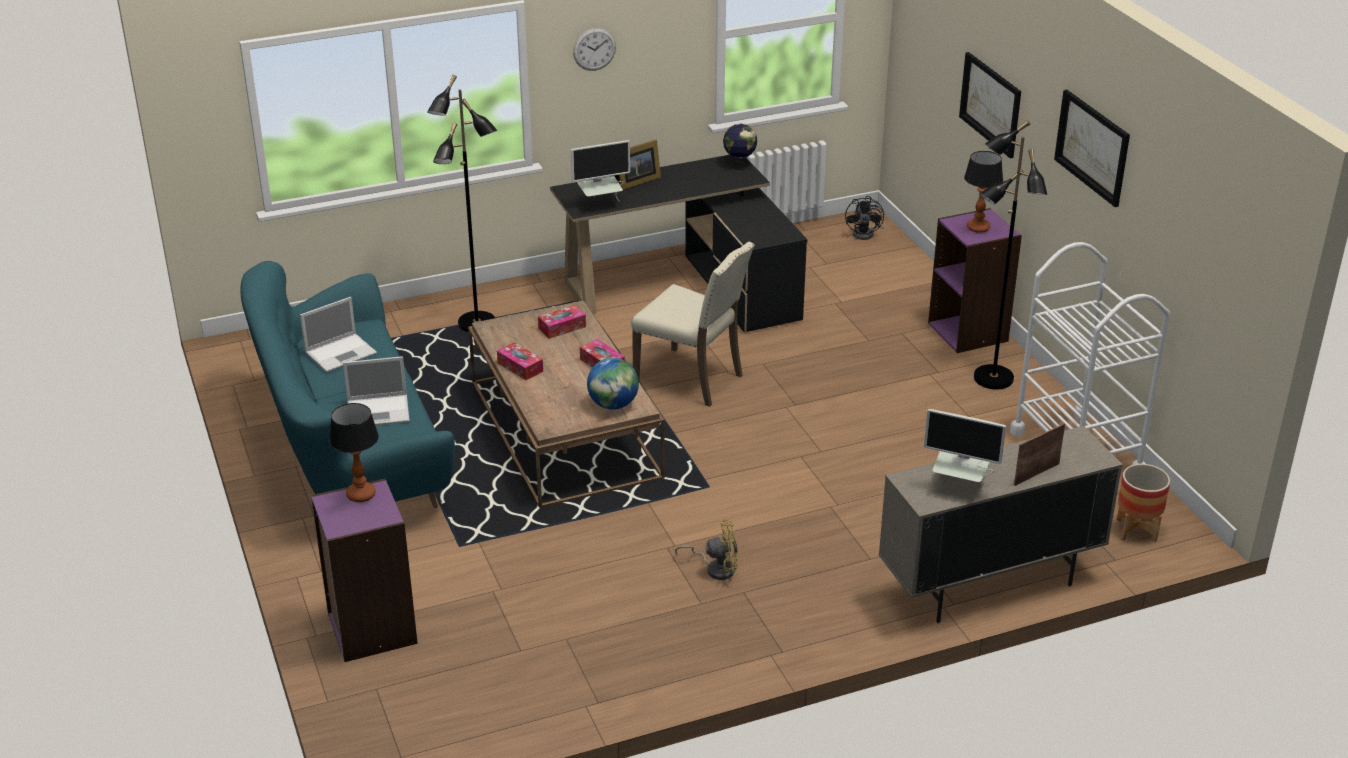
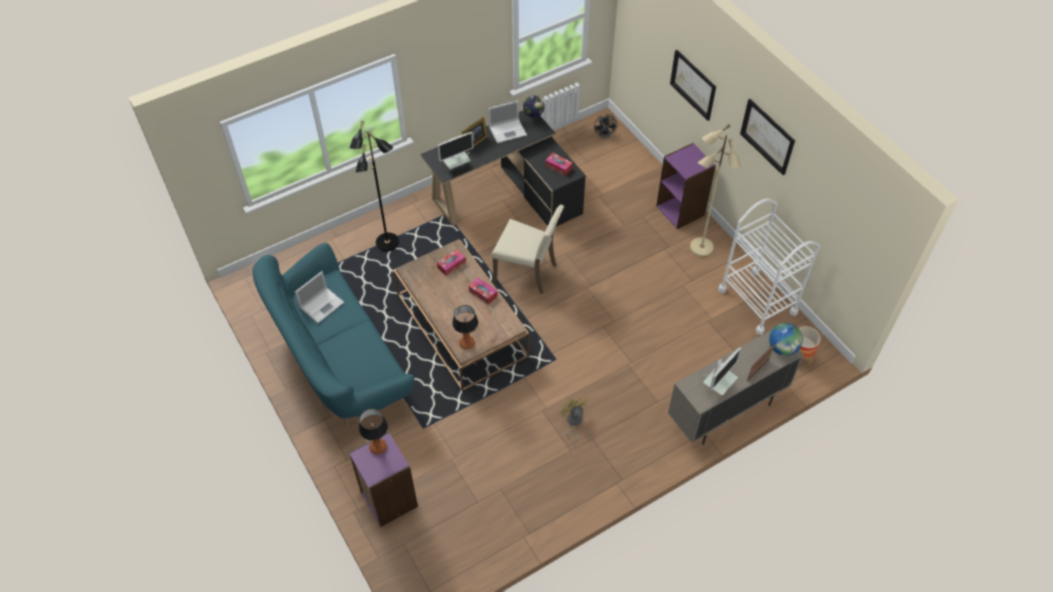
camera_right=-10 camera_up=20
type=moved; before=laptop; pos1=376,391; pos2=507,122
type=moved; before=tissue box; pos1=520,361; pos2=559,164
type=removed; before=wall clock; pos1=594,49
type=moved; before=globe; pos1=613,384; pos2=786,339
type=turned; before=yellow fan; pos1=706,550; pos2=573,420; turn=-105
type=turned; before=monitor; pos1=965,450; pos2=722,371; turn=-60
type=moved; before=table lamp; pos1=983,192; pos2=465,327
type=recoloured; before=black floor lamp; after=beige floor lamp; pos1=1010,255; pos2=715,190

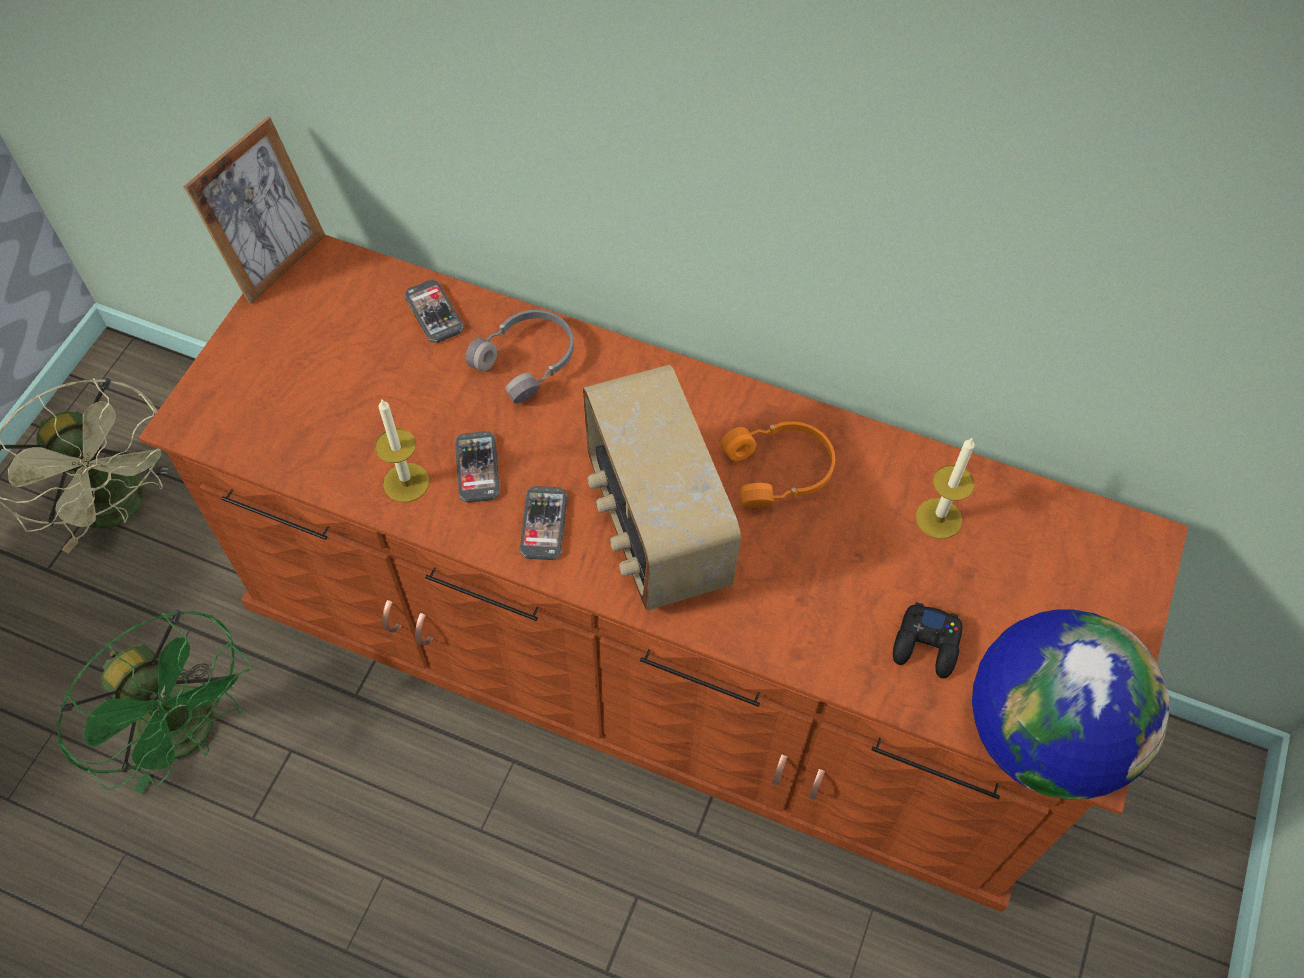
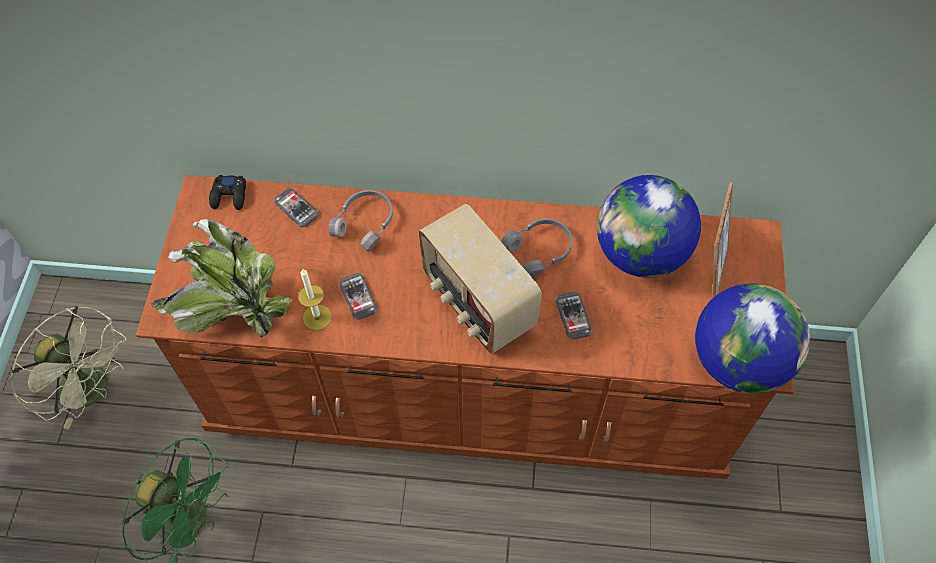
camera_right=-15 camera_up=0
type=moved; before=picture frame; pos1=254,210; pos2=723,240
type=moved; before=phone; pos1=543,523; pos2=573,316
type=recoloured; before=orange headphones; after=grey headphones; pos1=778,464; pos2=537,247
type=moved; before=black game controller; pos1=927,640; pos2=227,192
type=replaced; before=candle; after=globe; pos1=945,488; pos2=649,226
type=added; after=potted plant; pos2=221,278

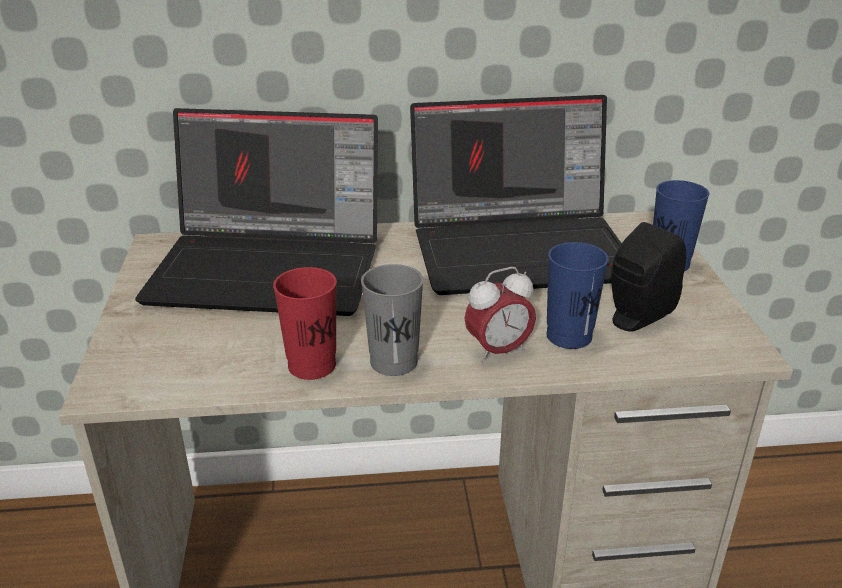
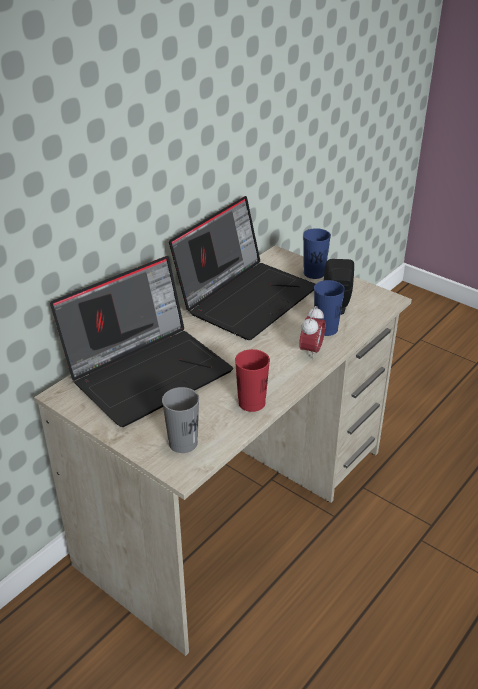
camera_right=-45 camera_up=5
type=moved; before=grey cup; pos1=392,320; pos2=180,420

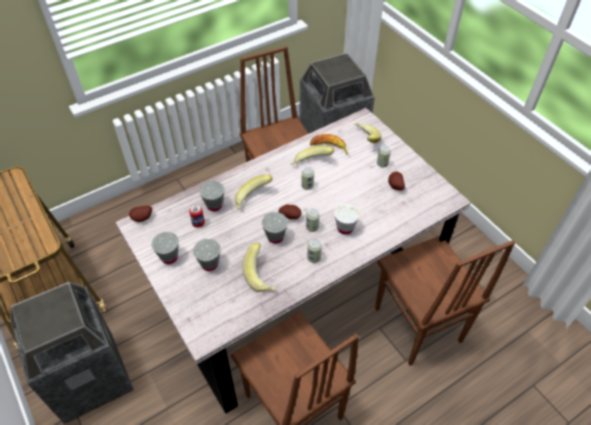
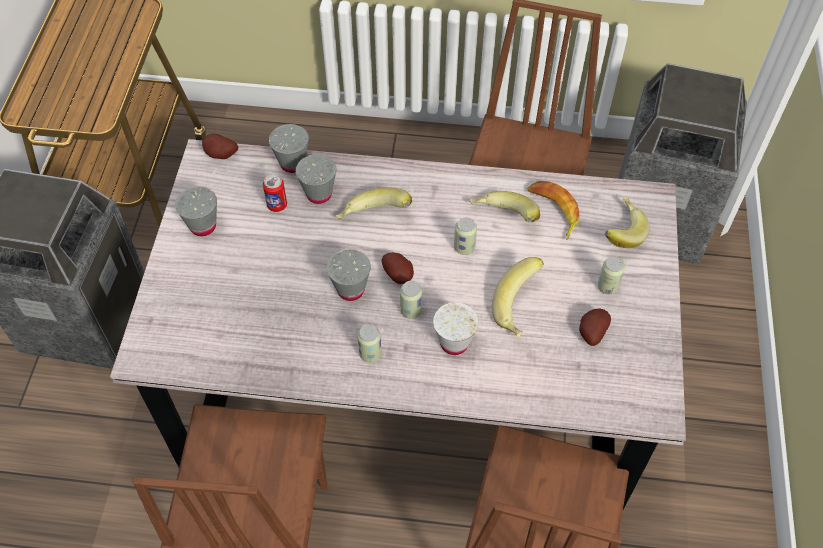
camera_right=40 camera_up=5
type=moved; before=grey cup; pos1=206,255; pos2=289,148
type=moved; before=banana; pos1=259,267; pos2=518,297

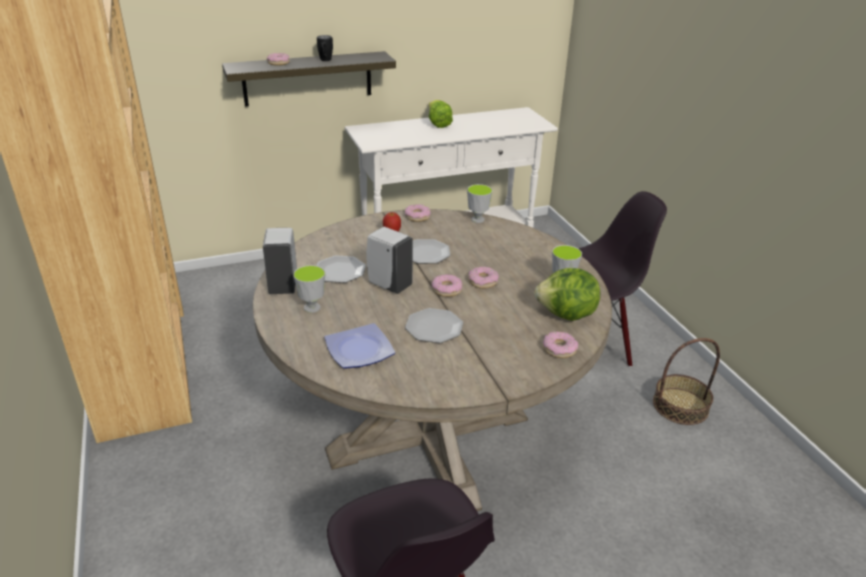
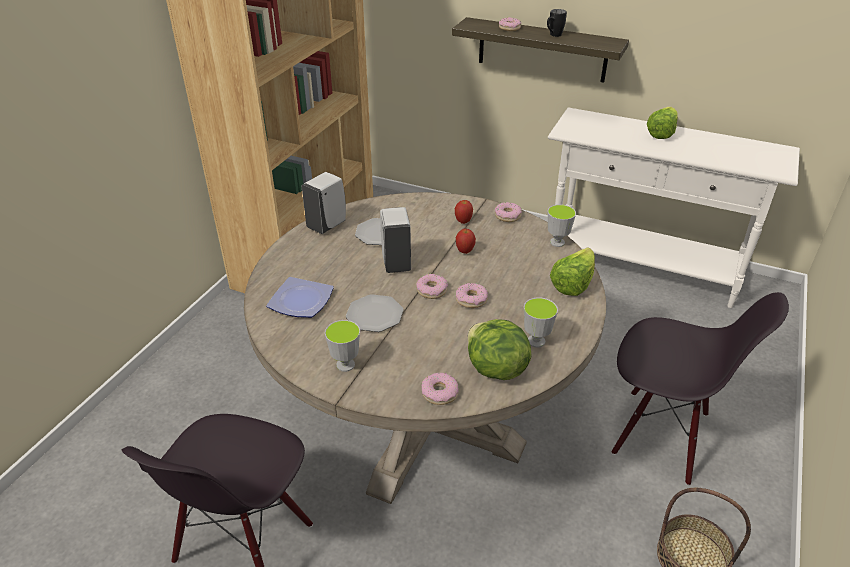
camera_right=45 camera_up=5
type=moved; before=cup; pos1=309,289; pos2=342,346
type=replaced; before=plate; after=apple; pos1=431,251; pos2=466,241
type=added; after=lettuce; pos2=572,272

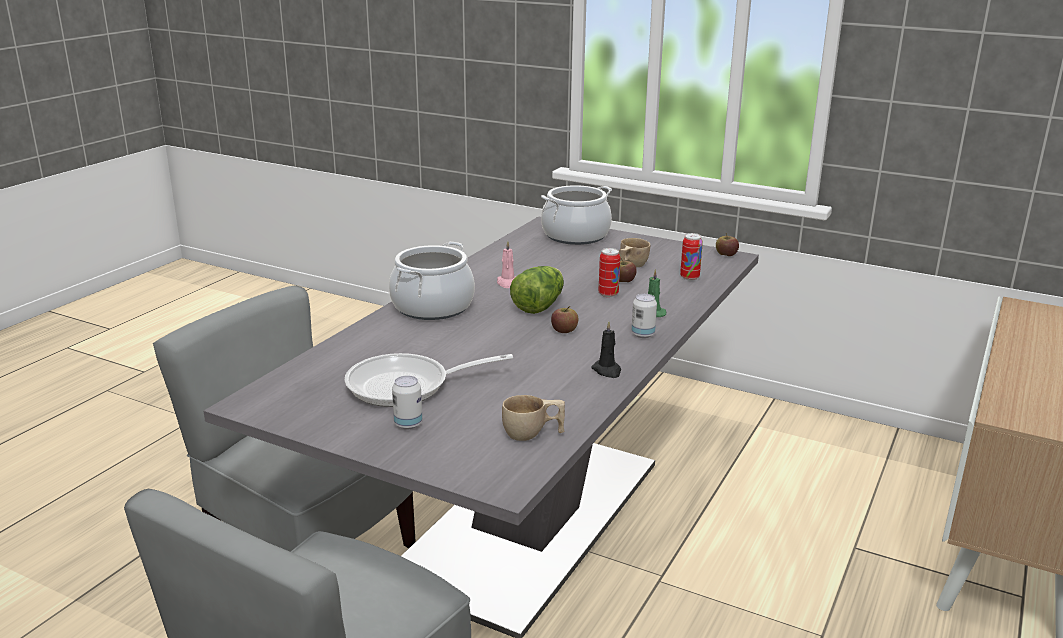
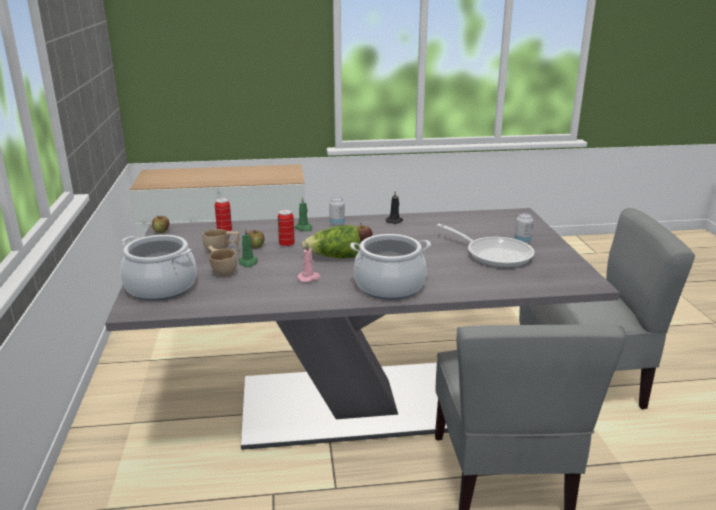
camera_right=-125 camera_up=0
type=moved; before=beige cup; pos1=533,418; pos2=222,262
type=added; after=green candle; pos2=248,247

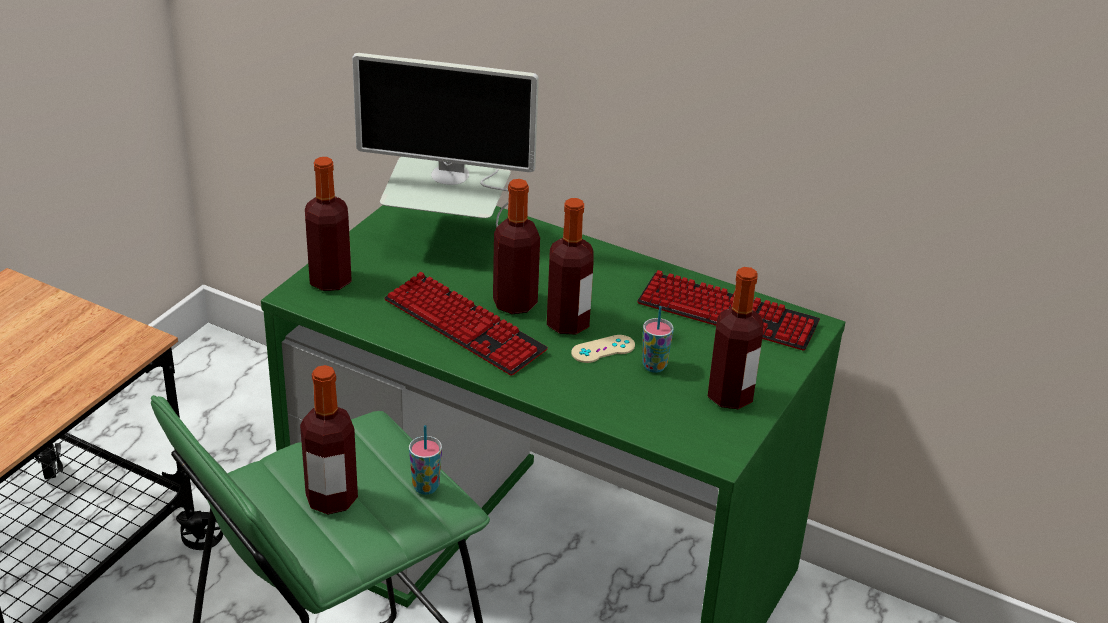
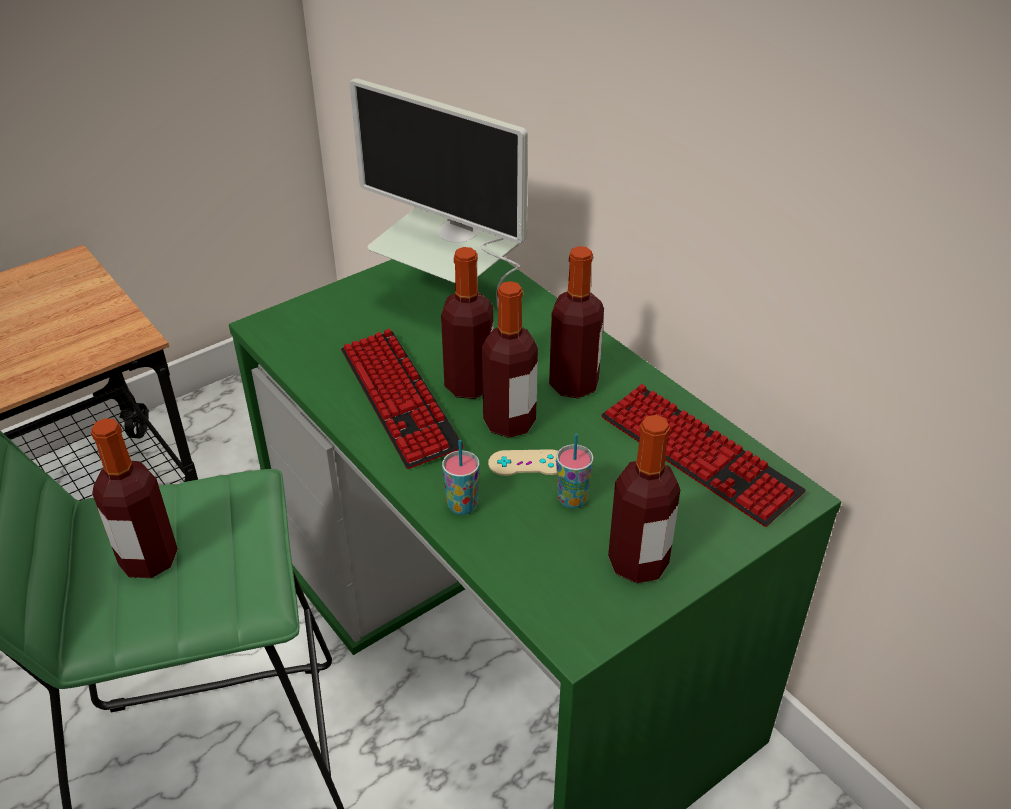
camera_right=25 camera_up=5
type=moved; before=bottle; pos1=328,224; pos2=576,322
type=moved; before=cup; pos1=425,460; pos2=460,477

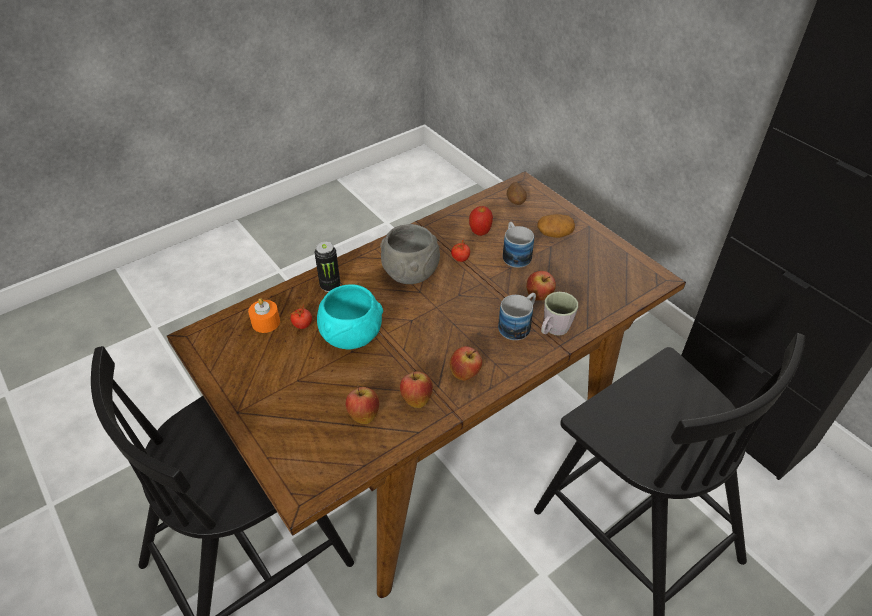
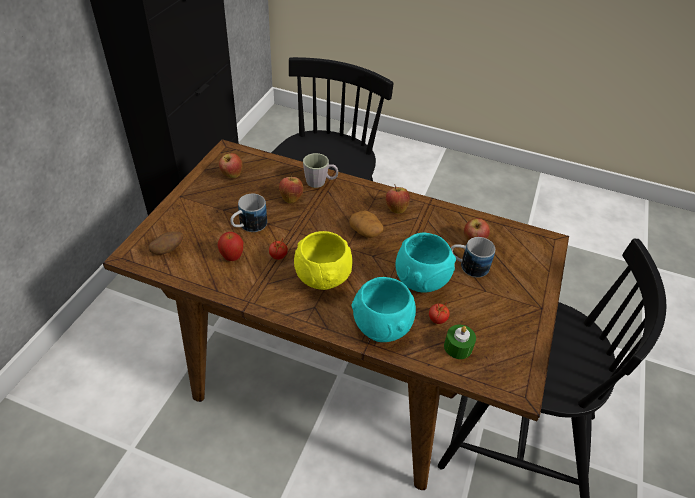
camera_right=-125 camera_up=0
type=recoloured; before=orange candle; after=green candle; pos1=264,315; pos2=460,342
type=replaced; before=can; after=turquoise bowl; pos1=327,267; pos2=383,309
type=recoloured; before=grey bowl; after=yellow bowl; pos1=410,254; pos2=323,260
type=moved; before=apple; pos1=416,388; pos2=231,165
type=moved; before=mug; pos1=517,316; pos2=473,257
type=moved; before=potato; pos1=556,226; pos2=366,224

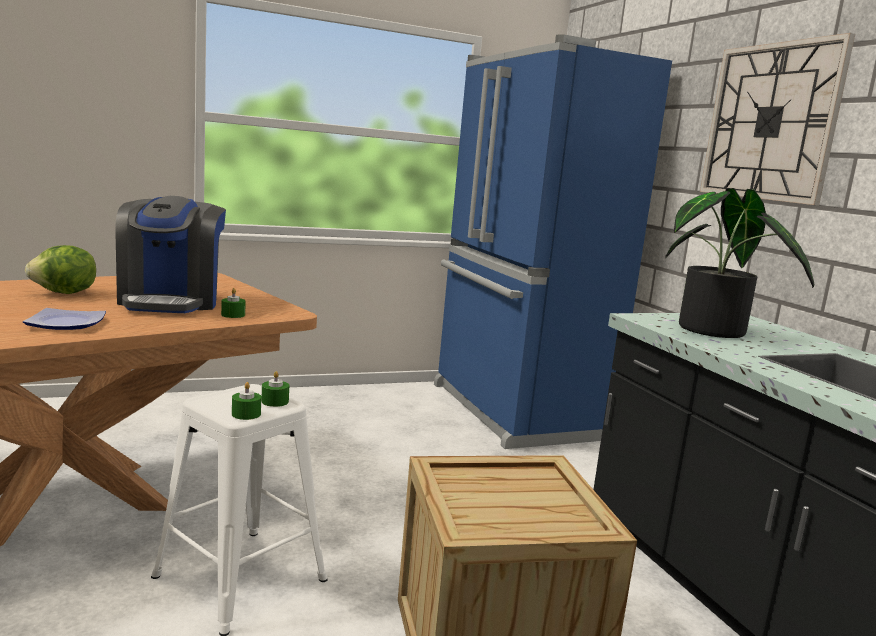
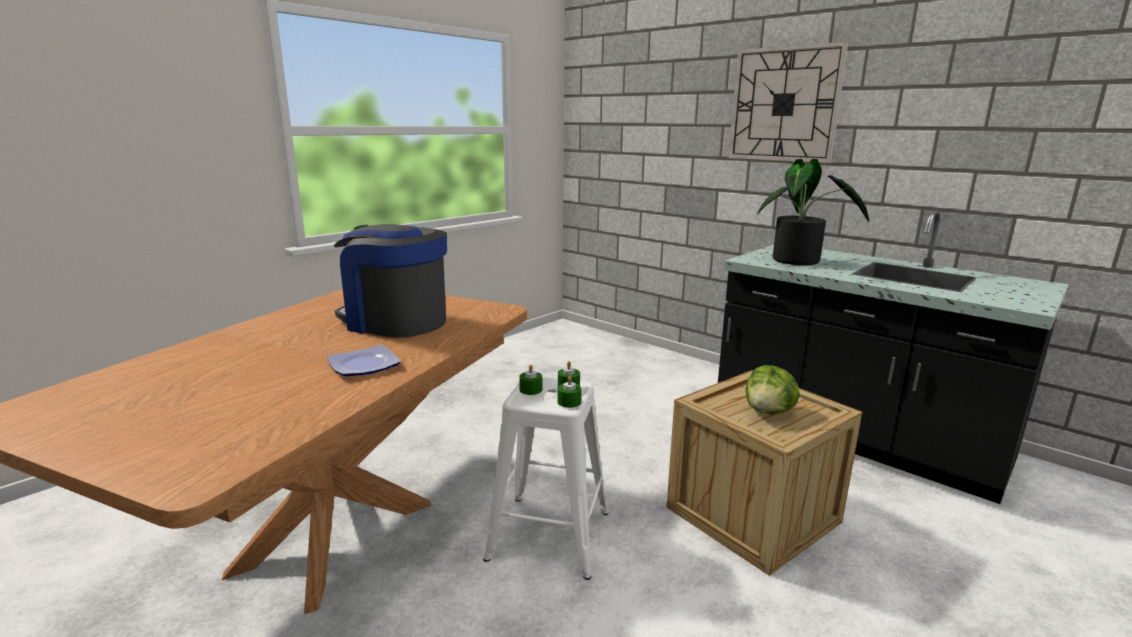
camera_right=-25 camera_up=5
type=moved; before=lettuce; pos1=60,269; pos2=773,389
type=turned; before=coffee machine; pos1=170,254; pos2=390,281; turn=150
type=moved; before=green candle; pos1=233,303; pos2=530,380
type=removed; before=blue fridge; pos1=553,241

